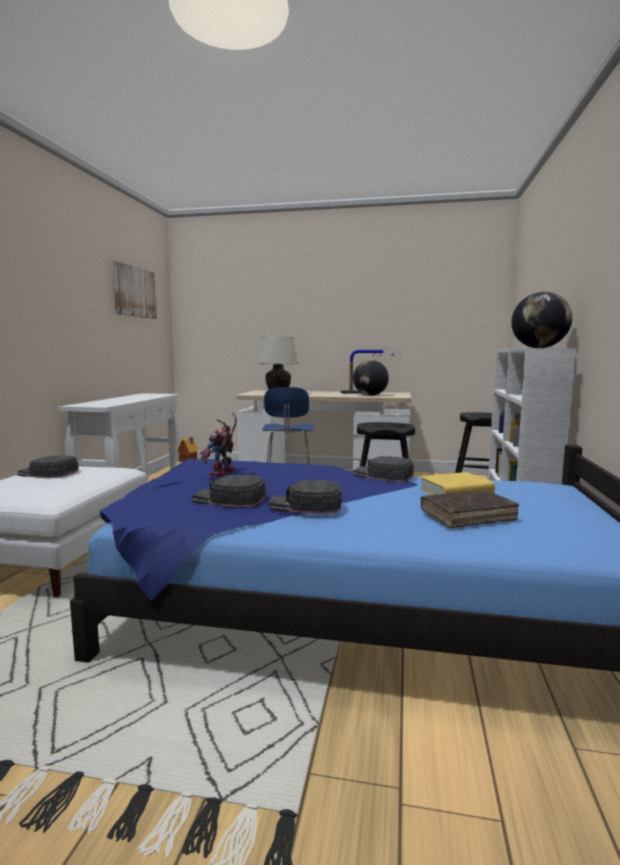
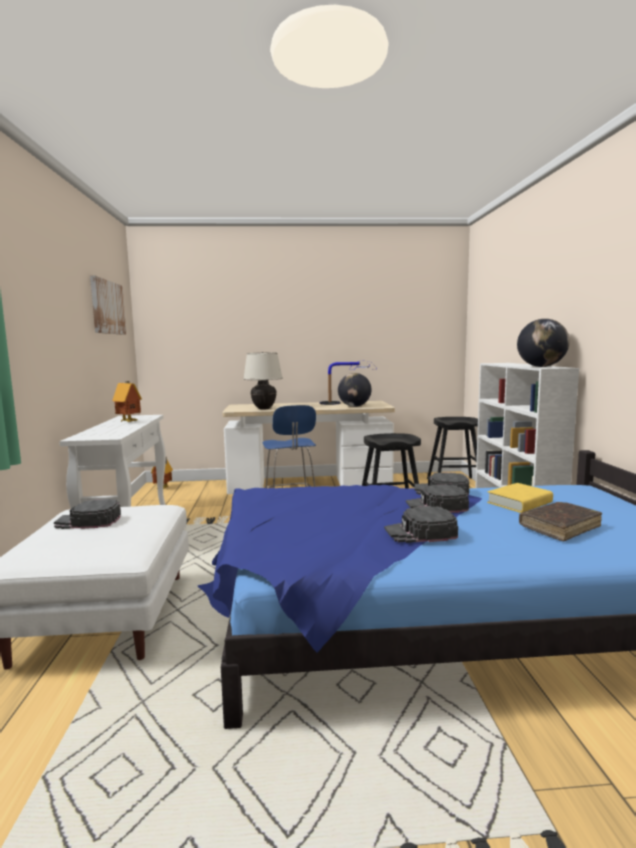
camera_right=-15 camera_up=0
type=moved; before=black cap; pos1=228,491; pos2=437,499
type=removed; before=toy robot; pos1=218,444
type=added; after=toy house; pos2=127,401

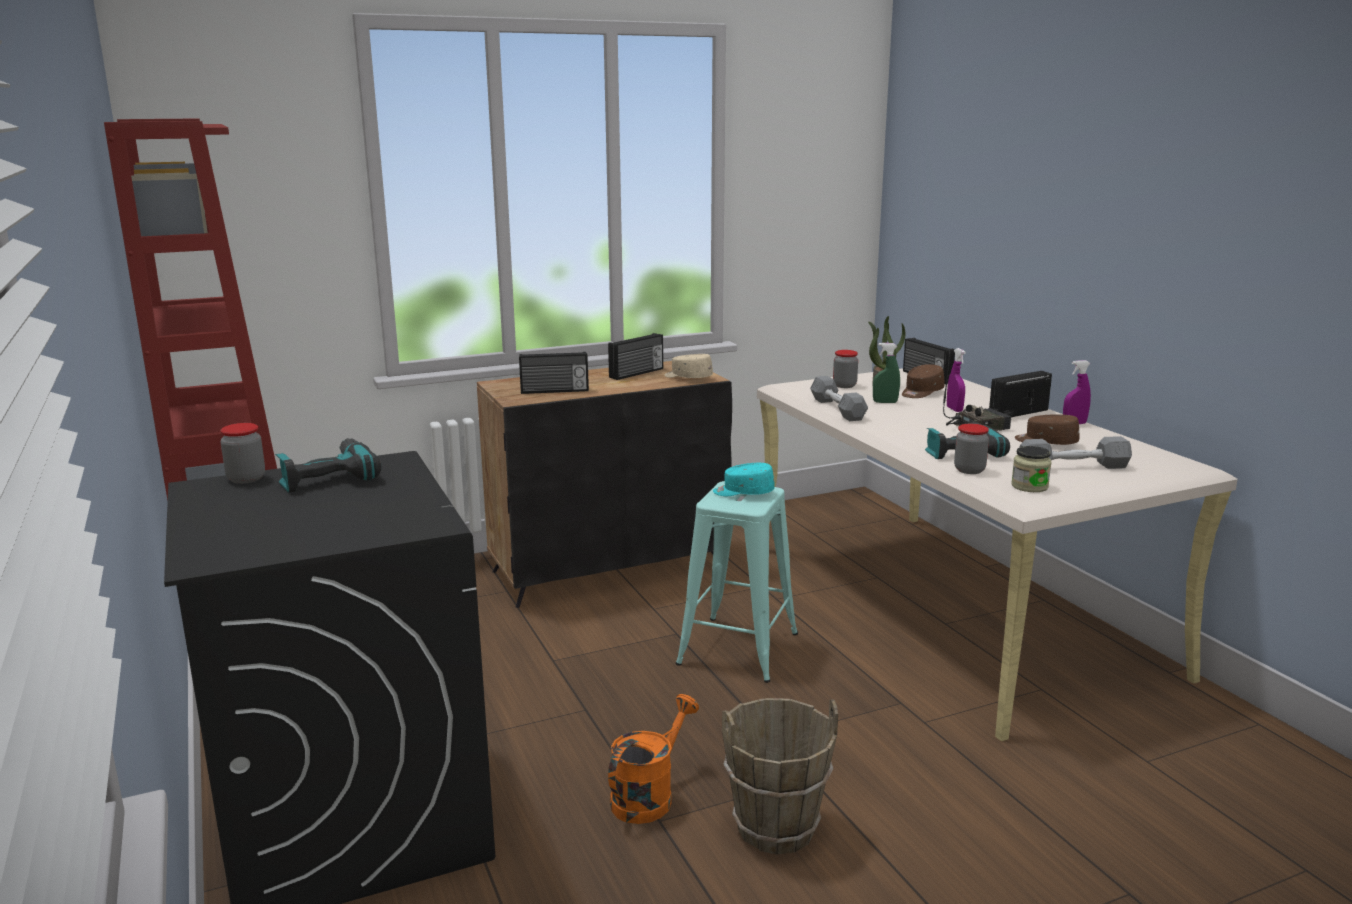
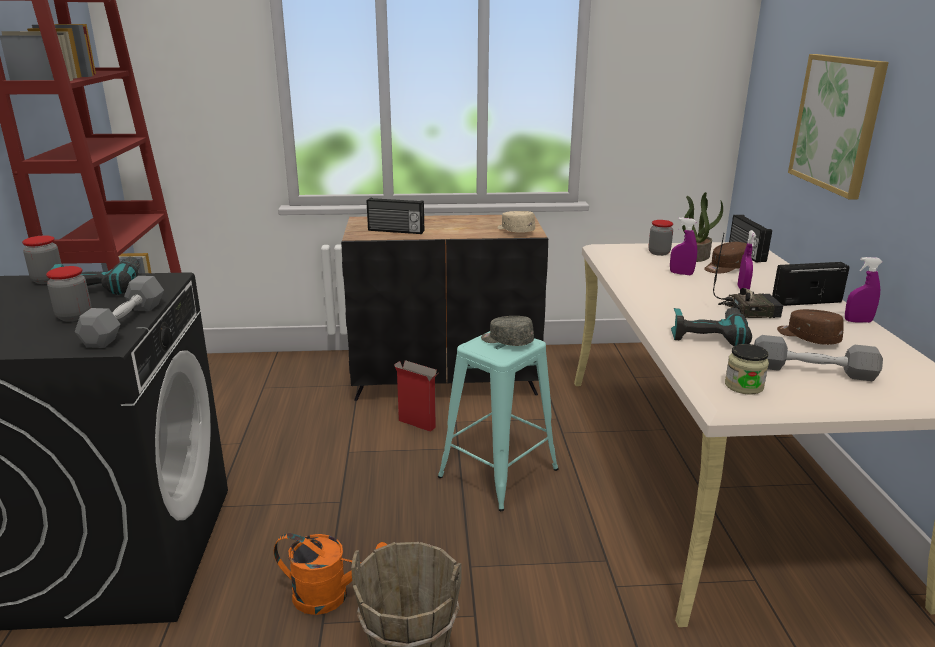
camera_right=20 camera_up=5
type=removed; before=radio; pos1=635,356
type=turned; before=orange watering can; pos1=653,759; pos2=330,574; turn=45
type=recoloured; before=turquoise cap; after=grey cap; pos1=744,479; pos2=507,331
type=moved; before=grey dumbbell; pos1=839,398; pos2=119,312
type=recoloured; before=green spray bottle; after=purple spray bottle; pos1=886,373; pos2=683,246
type=moved; before=jar; pos1=971,449; pos2=69,293
type=added; after=cardboard box; pos2=416,396
type=added; after=picture; pos2=838,126

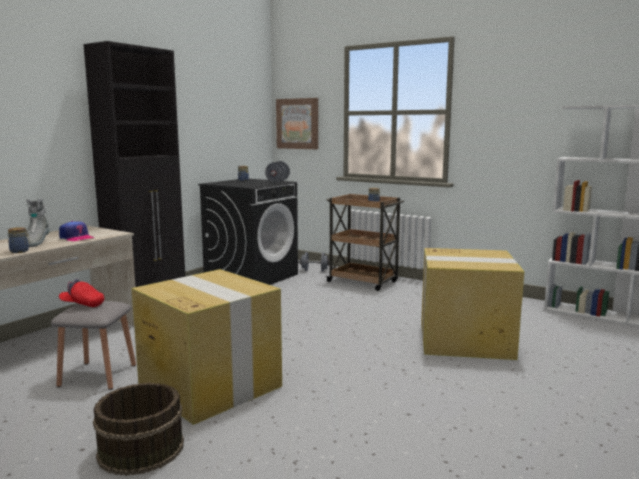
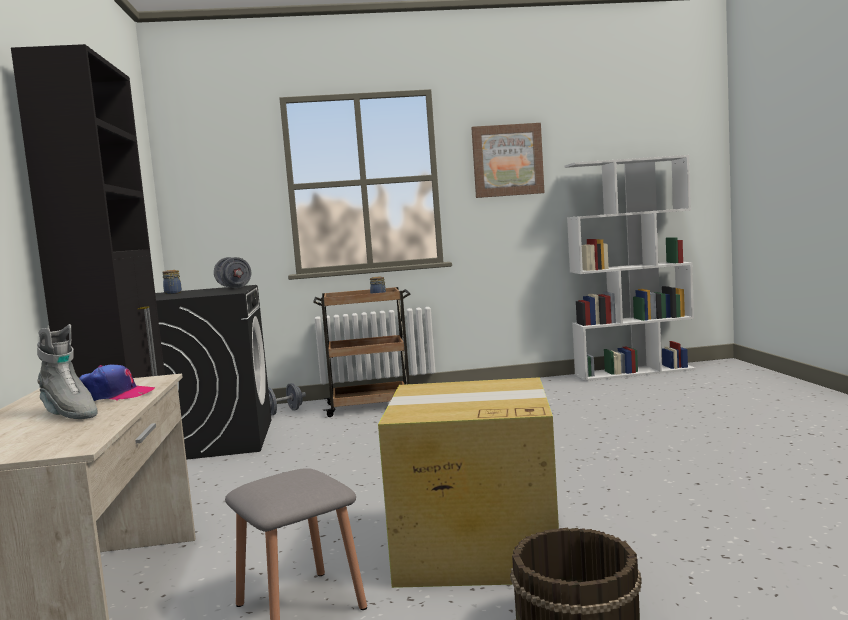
camera_right=-40 camera_up=-5
type=removed; before=jar; pos1=19,240
type=removed; before=red cap; pos1=81,293
type=moved; before=picture; pos1=297,123; pos2=508,160
type=removed; before=cardboard box; pos1=472,304

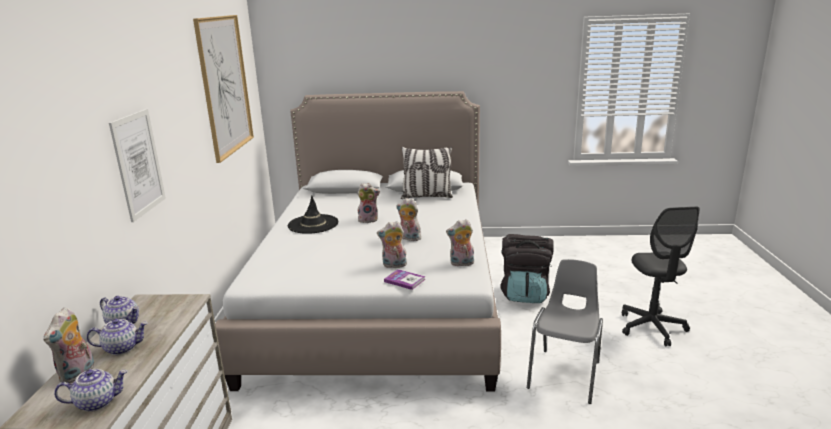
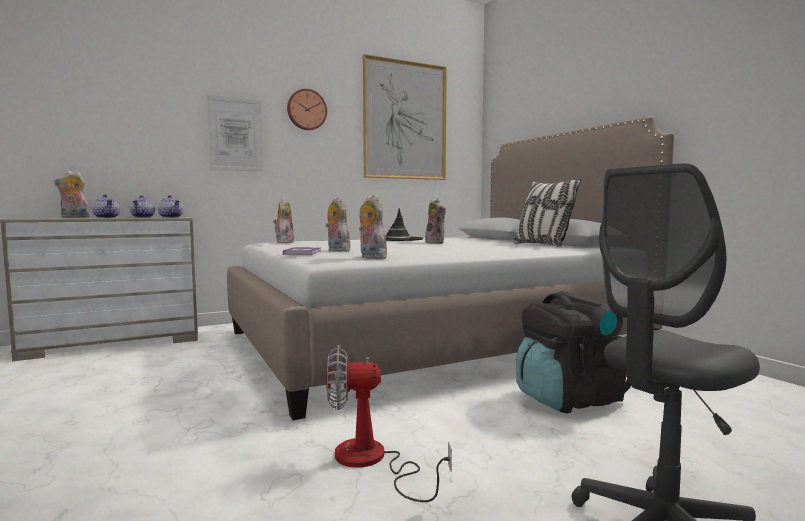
camera_right=60 camera_up=-15
type=moved; before=teapot; pos1=91,390; pos2=170,206
type=moved; before=plush toy; pos1=408,219; pos2=283,220
type=replaced; before=grey chair; after=fan; pos1=565,331; pos2=389,423
type=added; after=wall clock; pos2=307,109

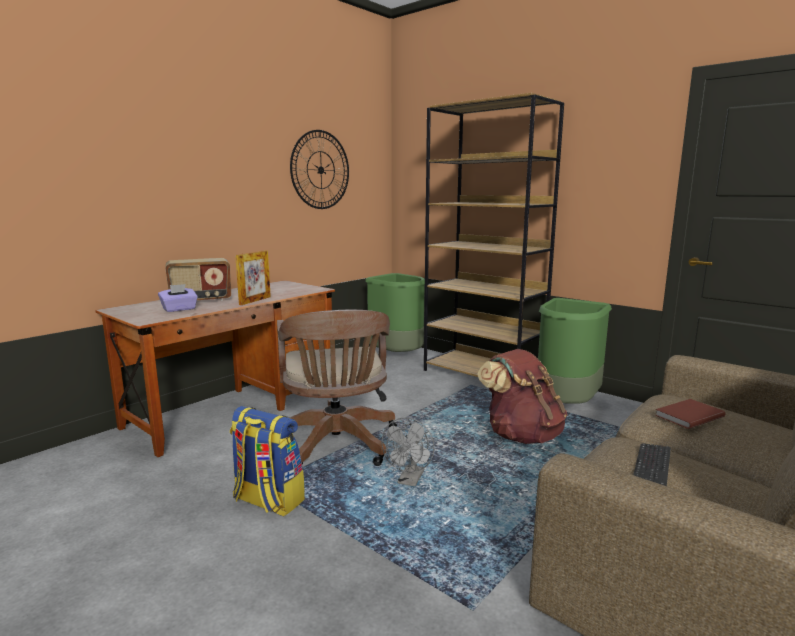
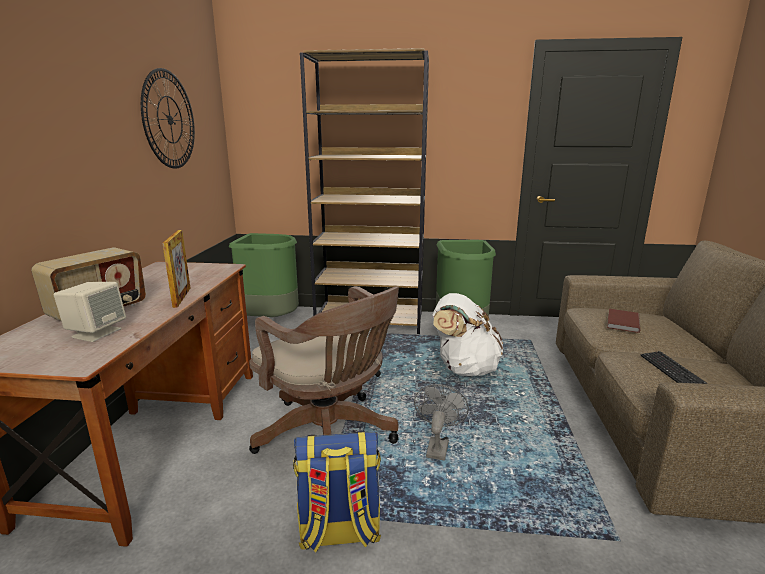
camera_right=-35 camera_up=5
type=replaced; before=purple tissue box; after=beige speaker; pos1=178,298; pos2=90,312
type=turned; before=grey fan; pos1=408,452; pos2=441,422; turn=-150
type=recoloured; before=brown backpack; after=white backpack; pos1=522,396; pos2=468,334

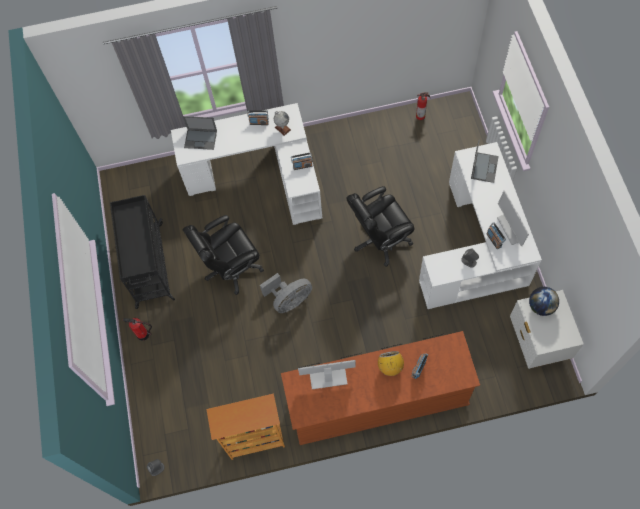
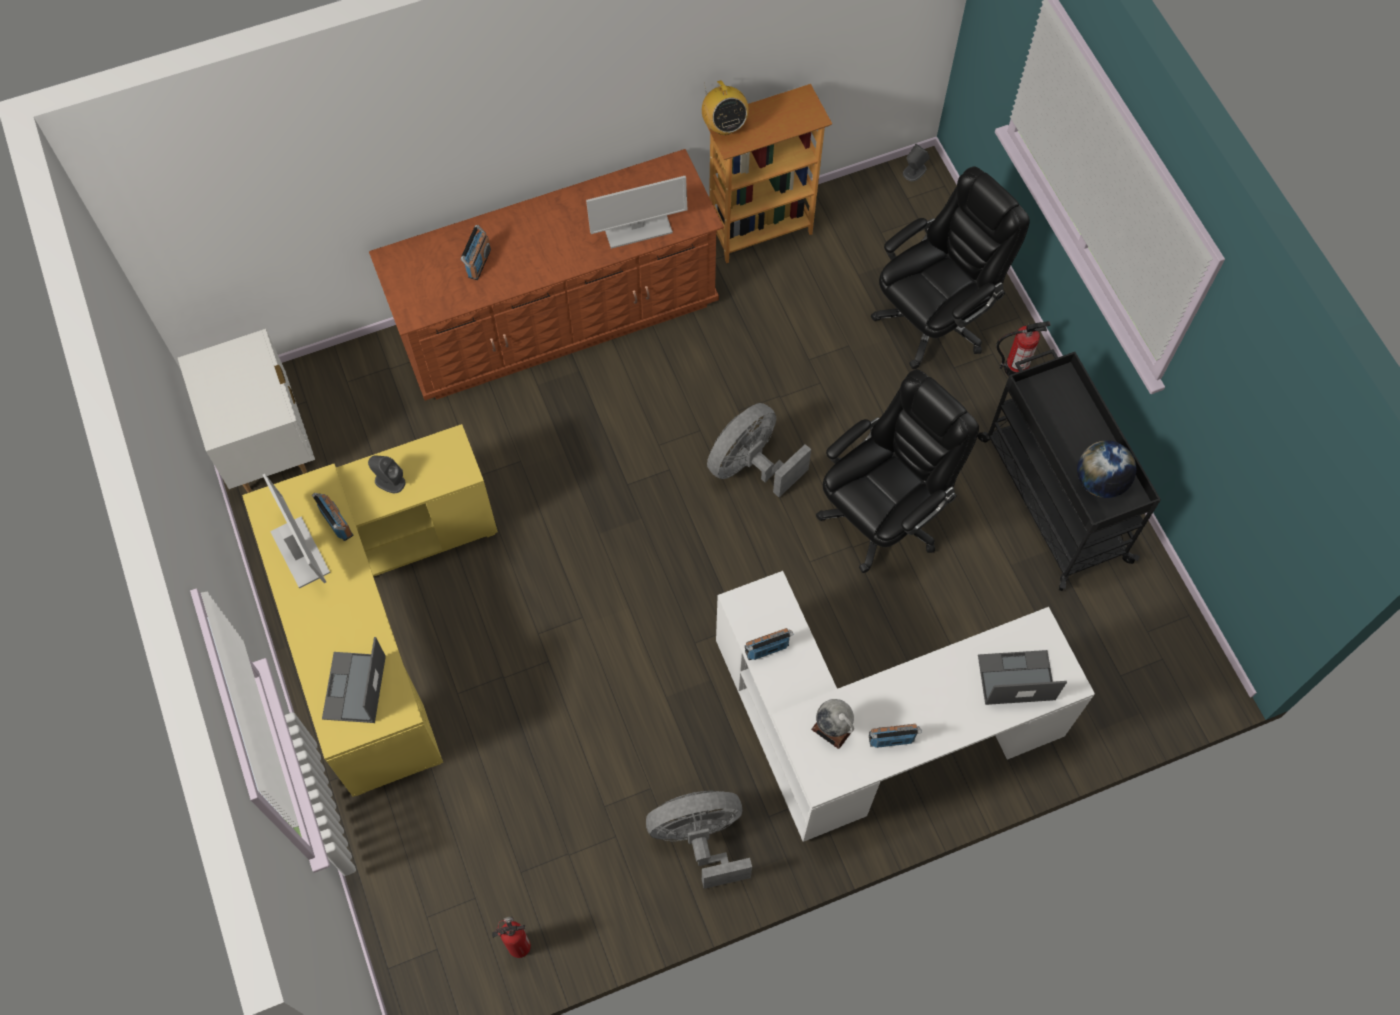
camera_right=165 camera_up=0
type=moved; before=black office chair; pos1=380,226; pos2=950,267
type=moved; before=radio; pos1=391,363; pos2=725,107
type=recoloured; before=white desk; after=yellow desk; pos1=480,225; pos2=370,610
type=moved; before=globe; pos1=544,301; pos2=1106,469
type=added; after=grey fan; pos2=699,840

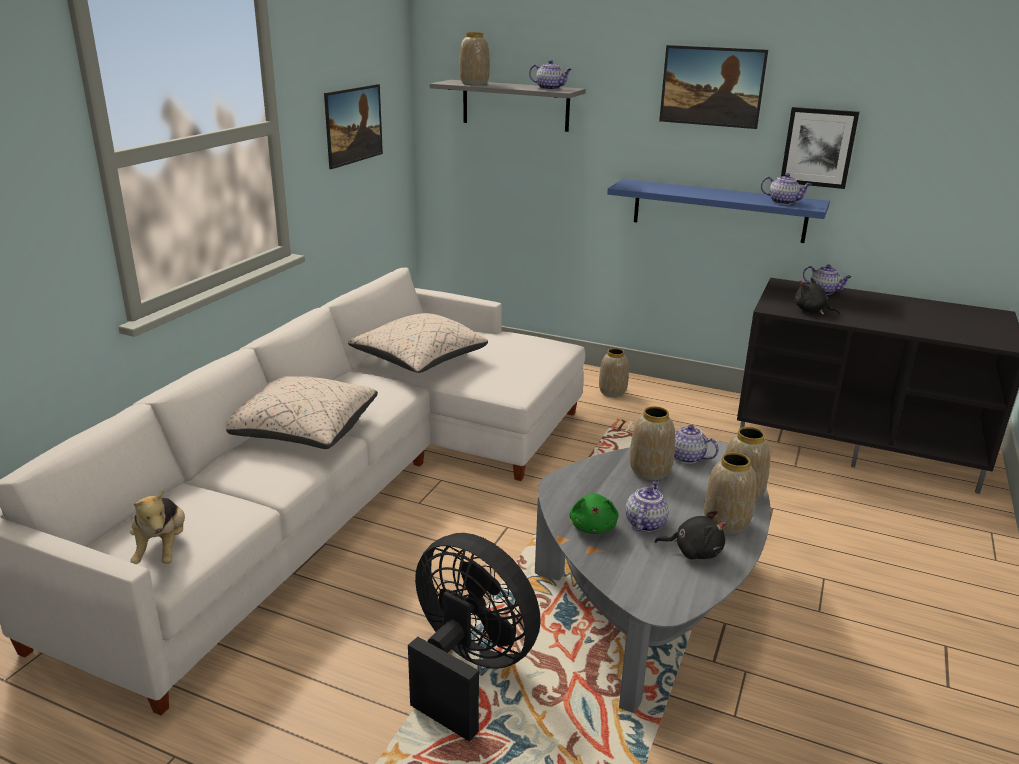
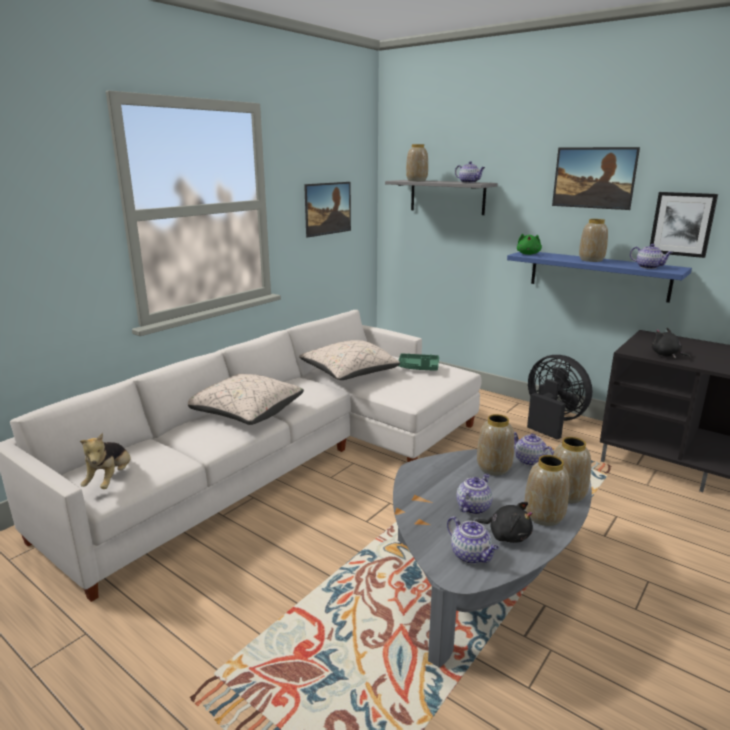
camera_right=15 camera_up=-5
type=moved; before=black fan; pos1=474,637; pos2=559,397
type=moved; before=green plush toy; pos1=593,513; pos2=529,244
type=moved; before=vase; pos1=614,372; pos2=593,240
type=moved; before=teapot; pos1=827,279; pos2=473,540
type=added; after=green tray; pos2=418,362

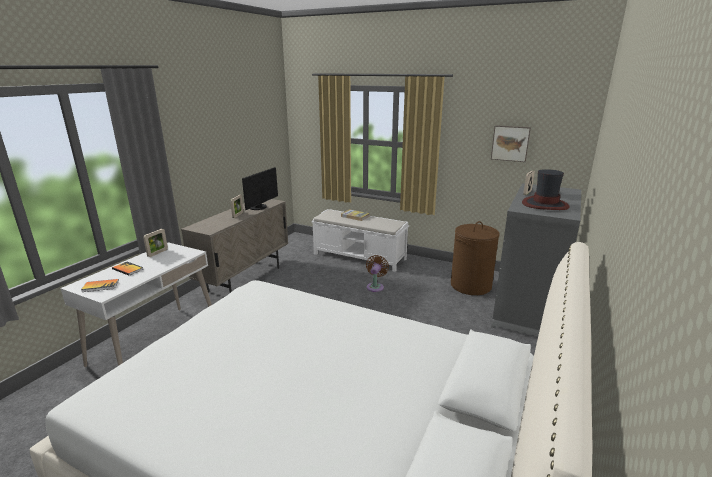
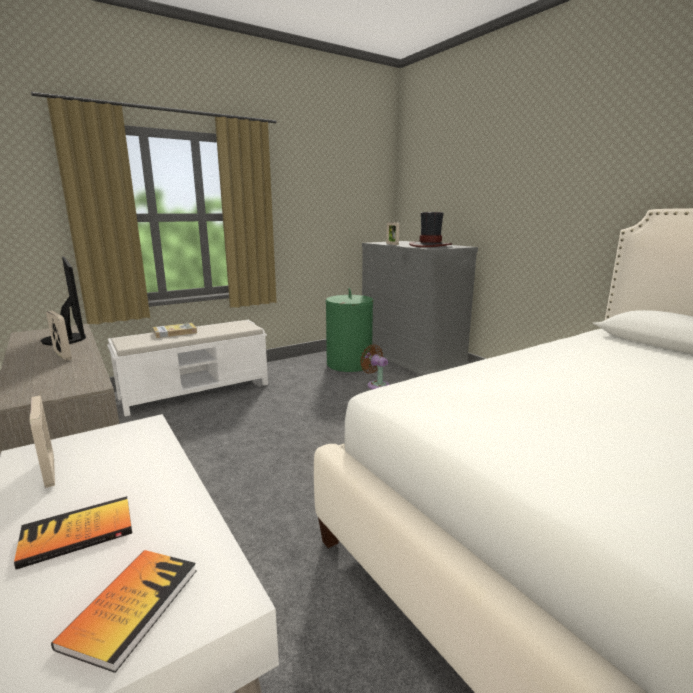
camera_right=-60 camera_up=-5
type=moved; before=brown fan; pos1=377,273; pos2=375,366
type=recoloured; before=brown laundry basket; after=green laundry basket; pos1=475,258; pos2=350,330
type=removed; before=picture; pos1=511,143

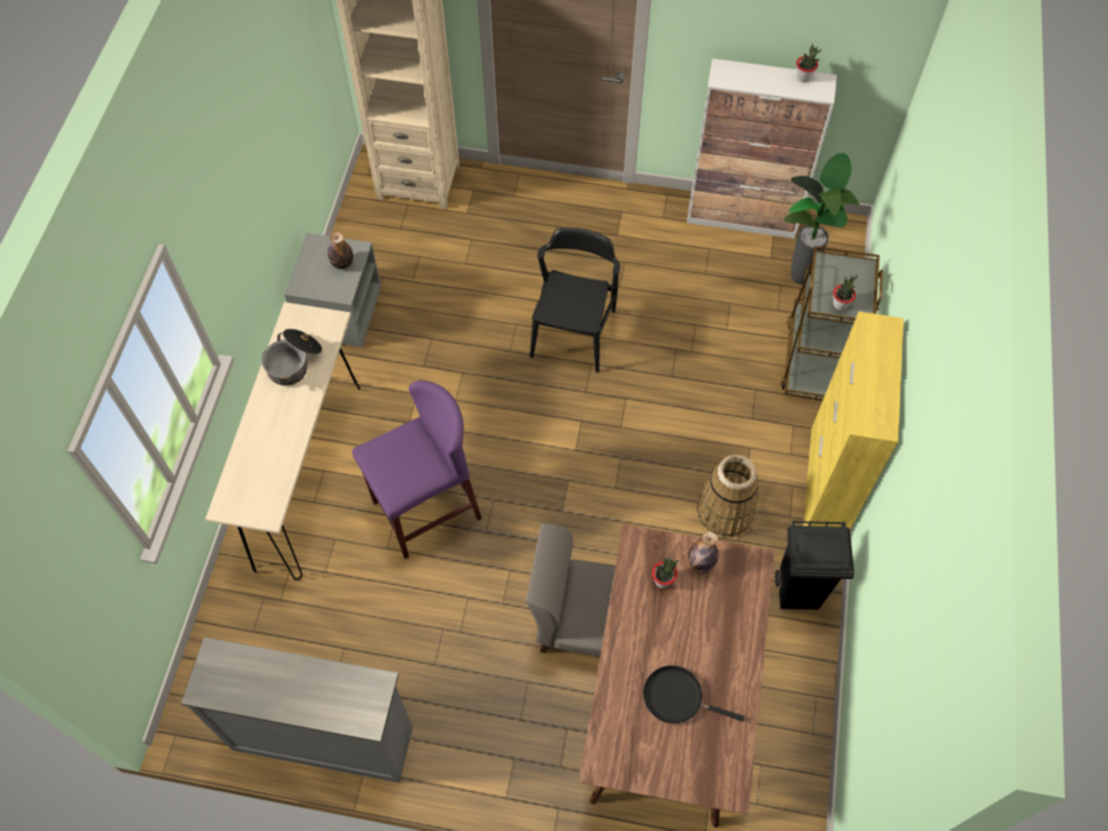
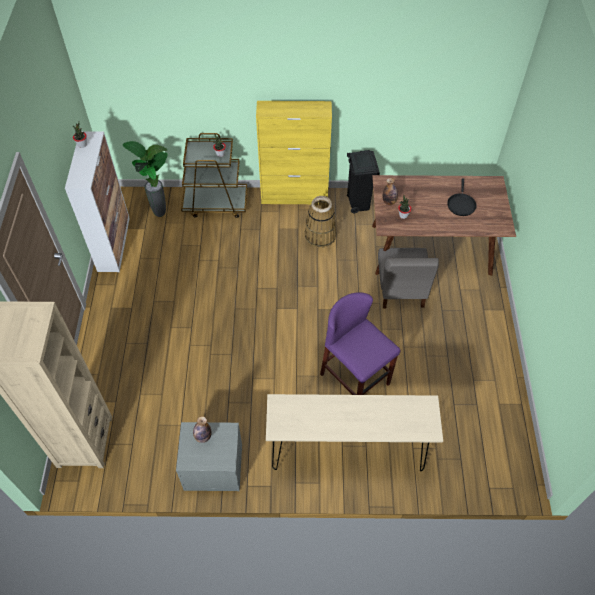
camera_right=-100 camera_up=-5
type=removed; before=grey dresser; pos1=297,710
type=removed; before=cooking pot; pos1=292,357
type=removed; before=black chair; pos1=575,300

